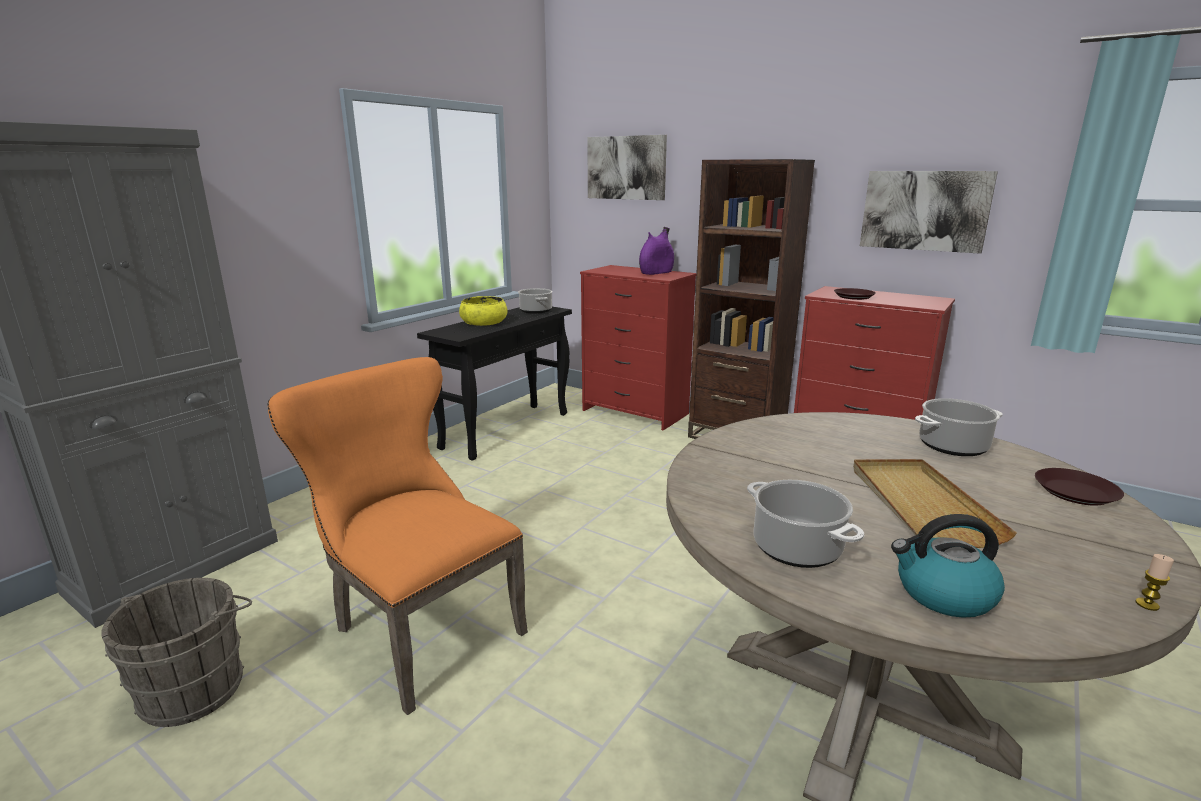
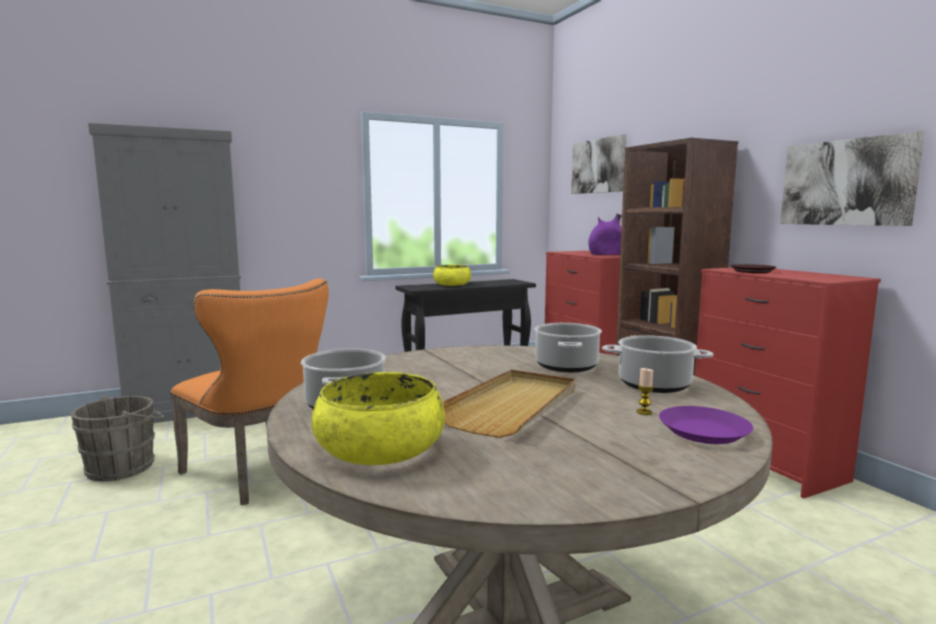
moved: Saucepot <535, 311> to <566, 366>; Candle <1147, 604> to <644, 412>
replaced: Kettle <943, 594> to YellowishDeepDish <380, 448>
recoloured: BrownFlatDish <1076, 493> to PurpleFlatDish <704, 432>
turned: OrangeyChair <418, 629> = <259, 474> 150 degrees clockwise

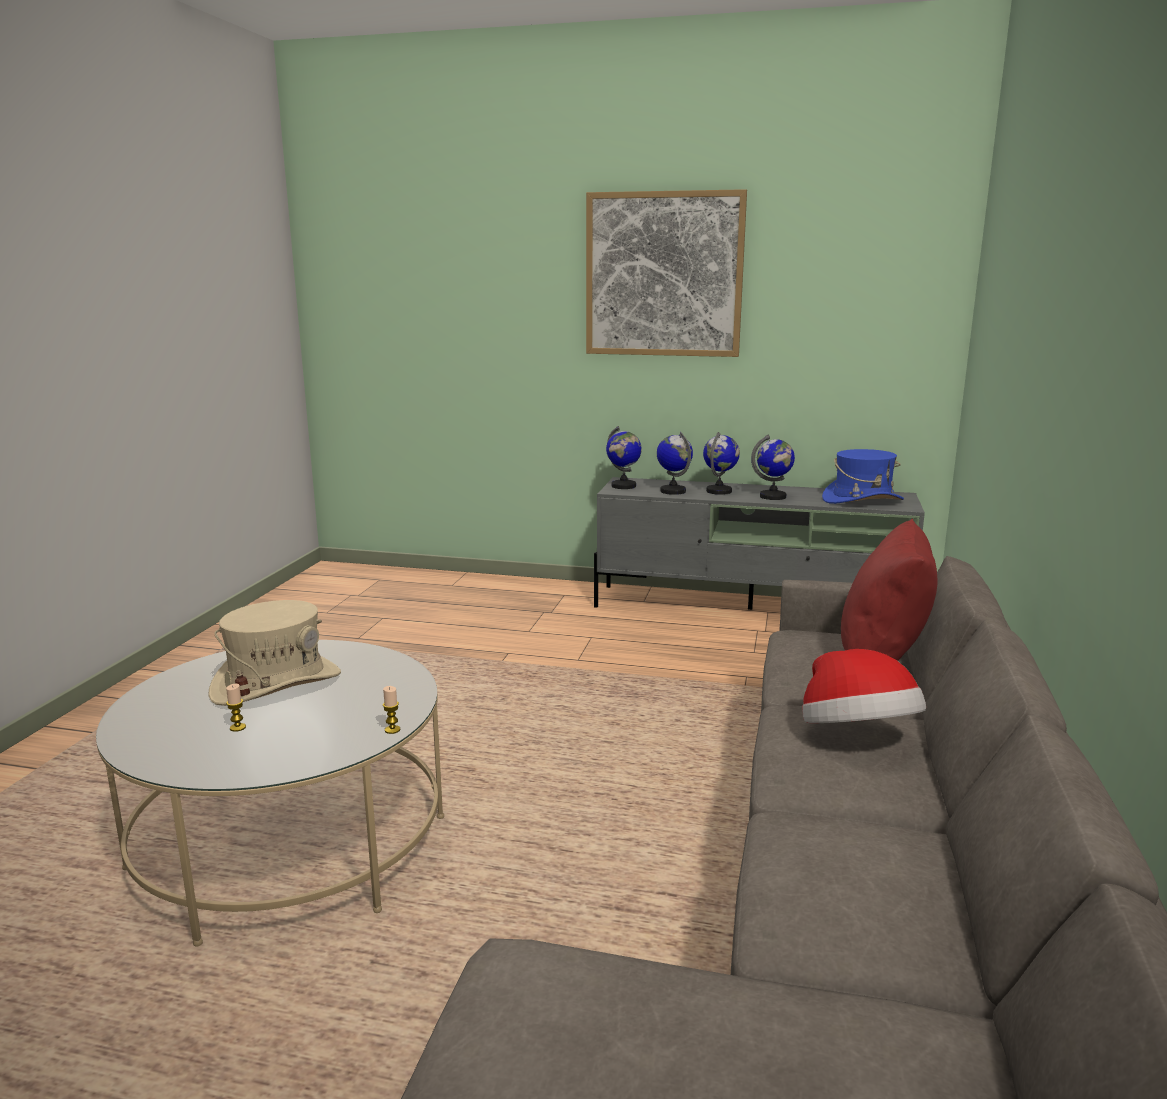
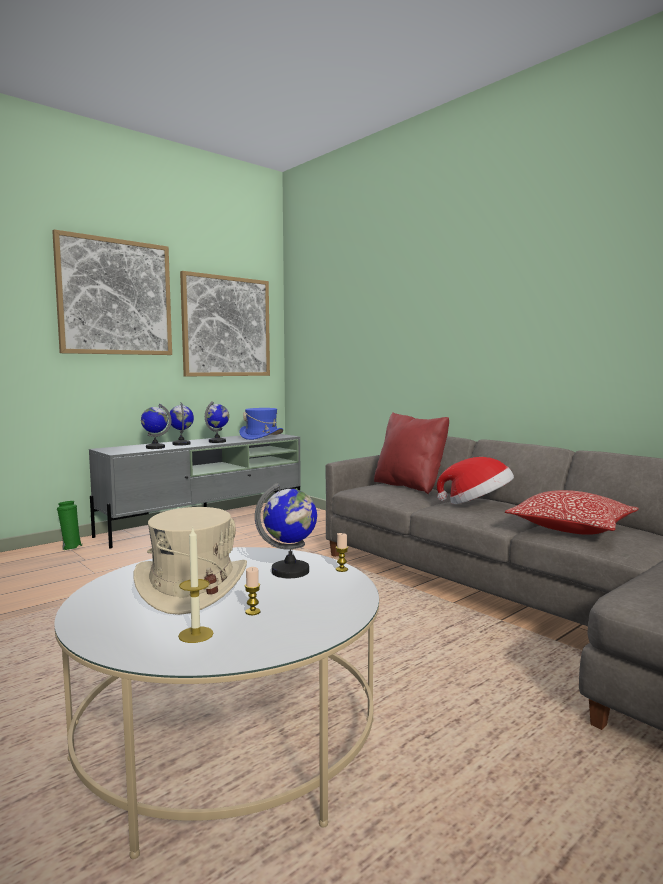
added: GreenFlowerVase <70, 547>; Candle <196, 634>; WallPicture <226, 326>; Pillow <571, 528>
moved: DeskGlobe <623, 486> to <290, 571>

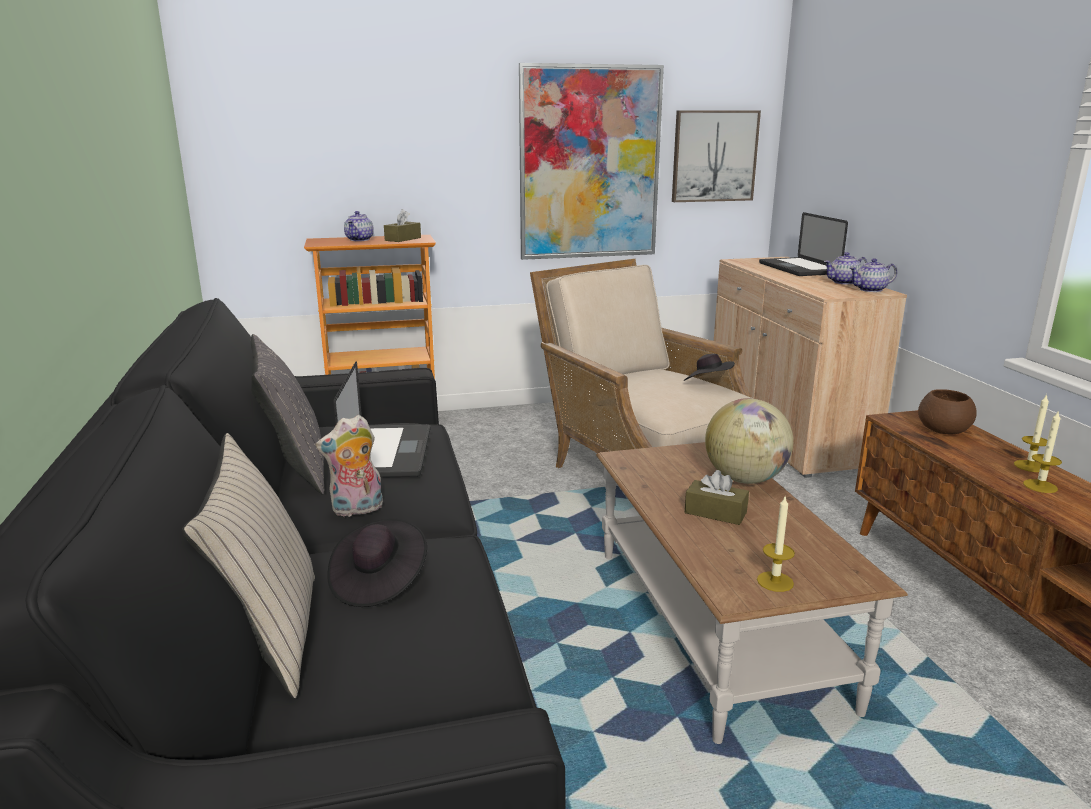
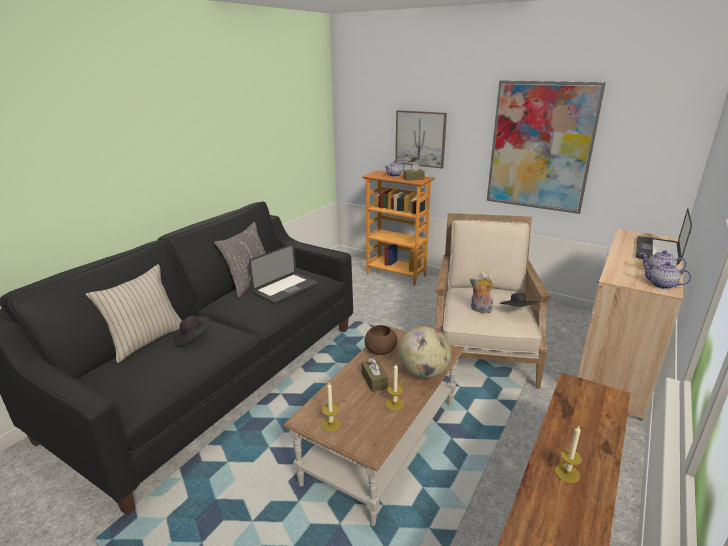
moved: CuddlyToy <356, 510> to <480, 310>; WallPicture <714, 156> to <420, 138>; BrownDeepDish <943, 431> to <380, 350>; Candle <1029, 466> to <394, 404>

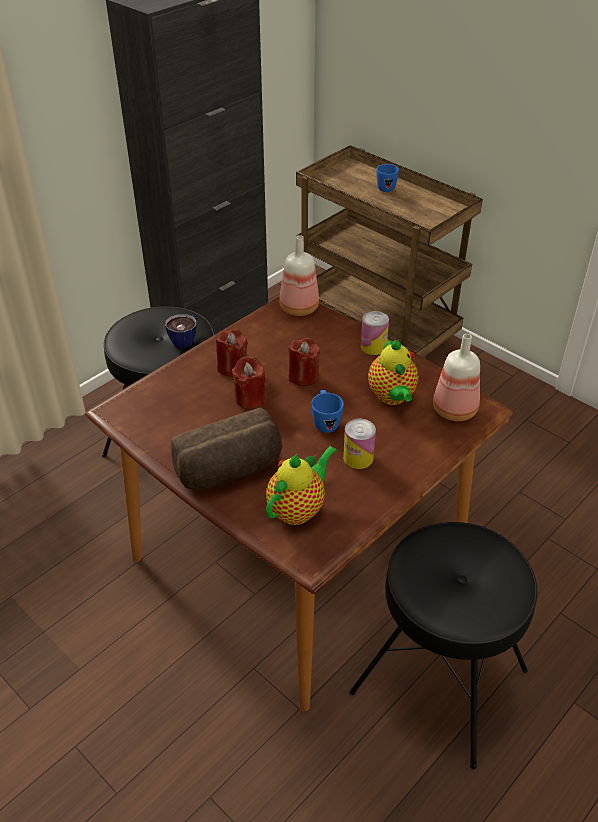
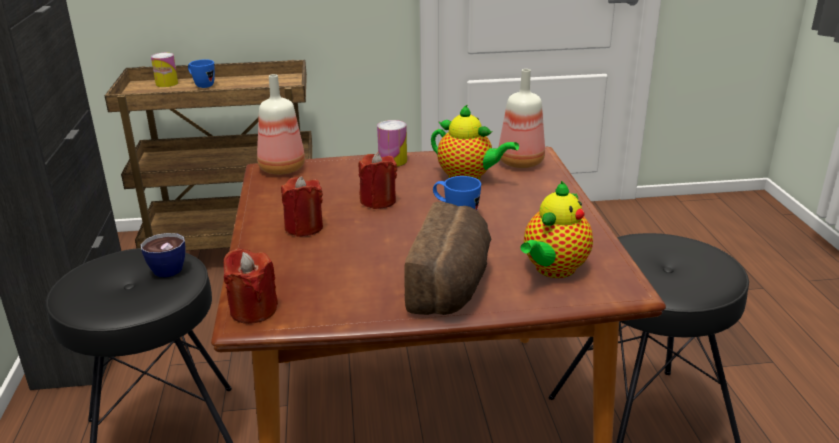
moved: RedColouredCandle <250, 398> to <253, 310>; MetalCan <358, 458> to <167, 83>
turned: TeaPot <298, 509> = <553, 269> 135 degrees counterclockwise

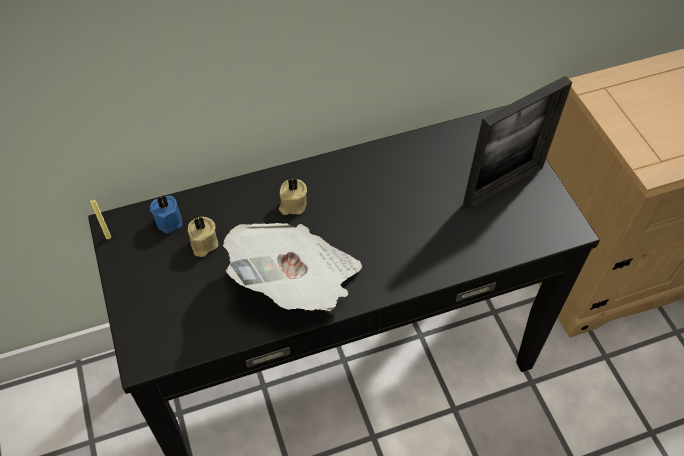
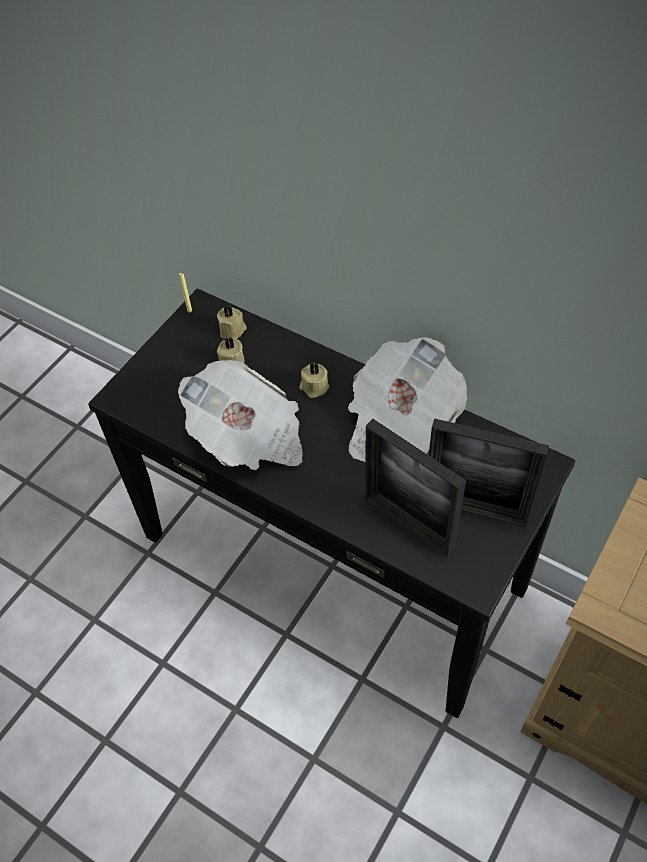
added: Newspaper <399, 424>; StandingFrame <408, 524>
recoloured: BlueColouredCandle <170, 220> to BeigeColouredCandle <233, 330>

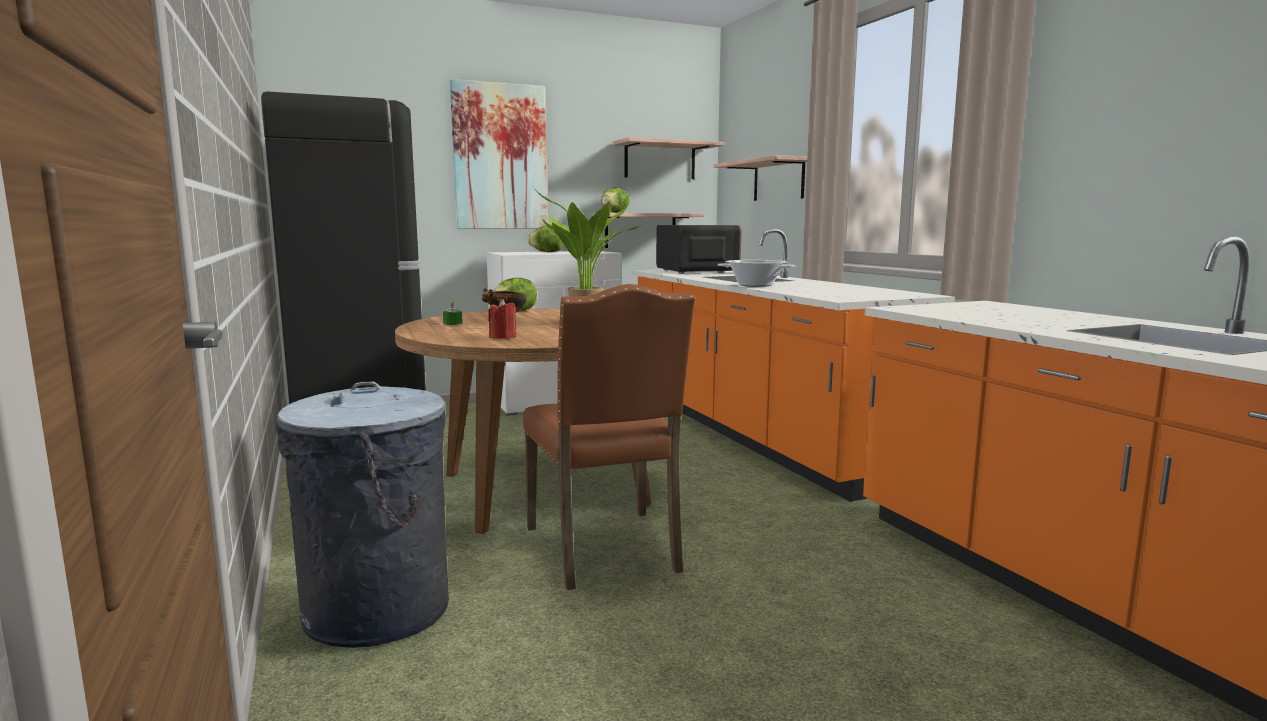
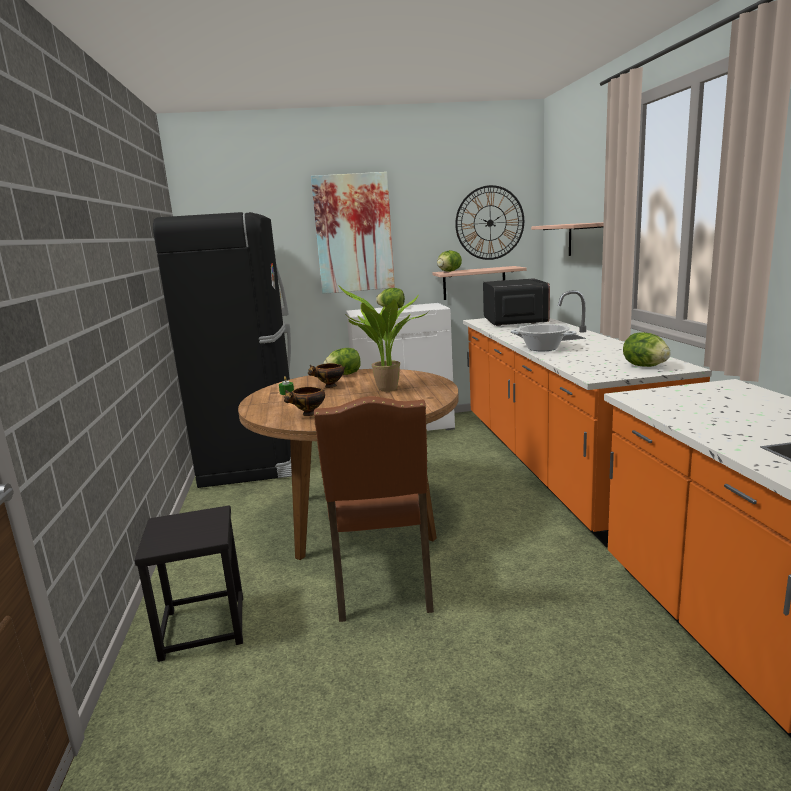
added: HeadOfLettuce <645, 366>
replaced: GrayTrashCan <376, 610> to BlackStool <202, 627>; RedColouredCandle <503, 337> to DeepDish <308, 414>; BracketShelf <660, 161> to WallClock <490, 223>

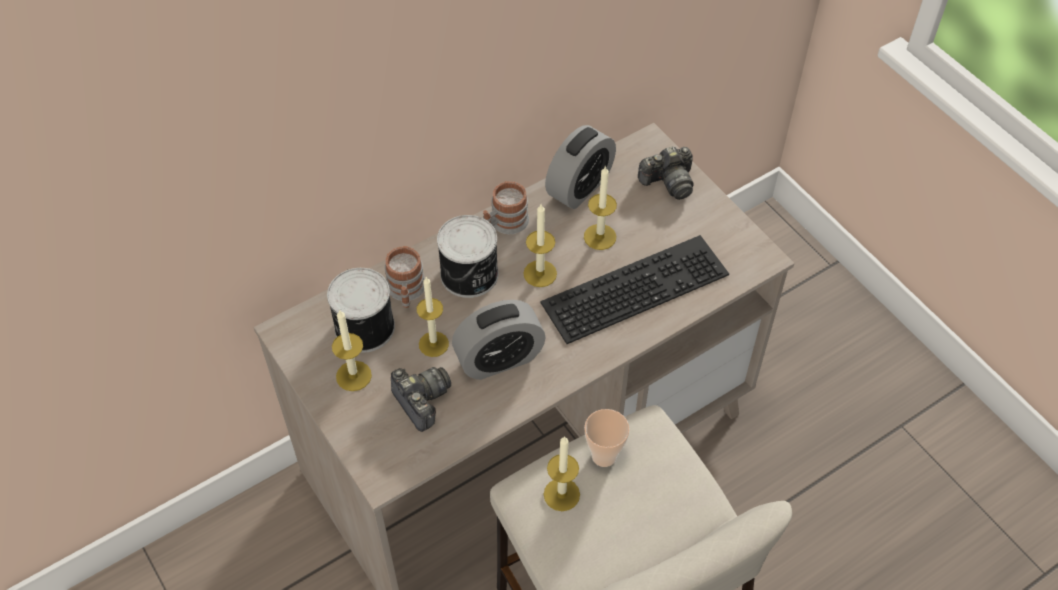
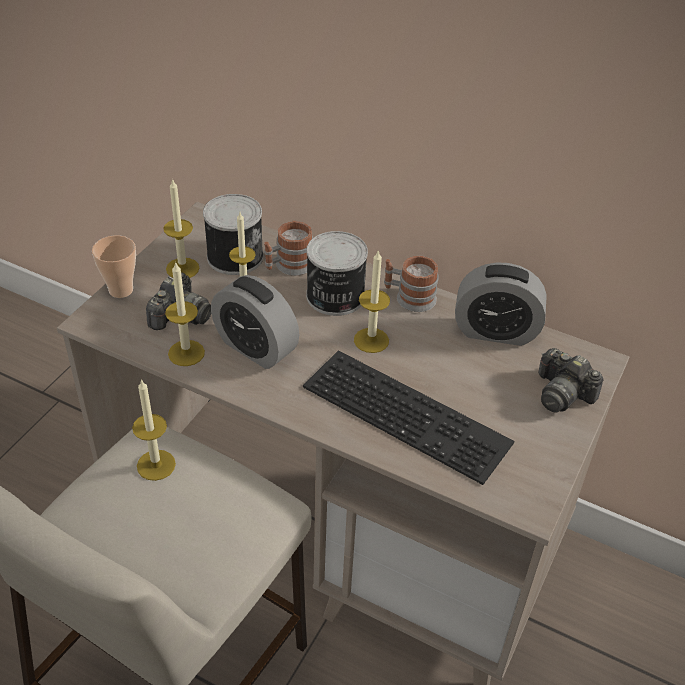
moved: Candle <600, 237> to <186, 353>; DrinkingCup <604, 456> to <121, 290>

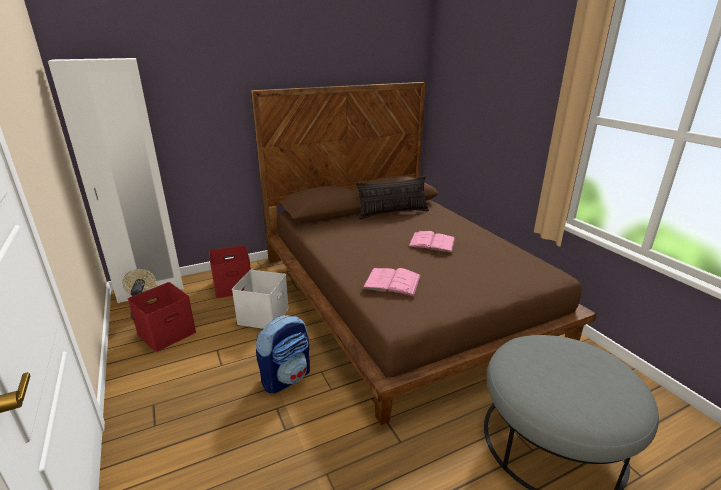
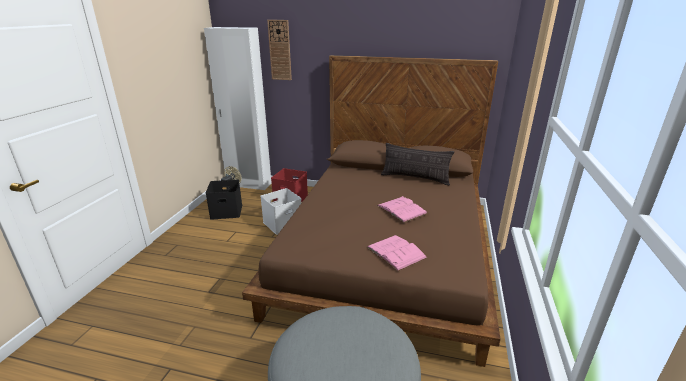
removed: Backpack <286, 377>
added: WallClock <280, 50>
moved: PinkColouredVolume <392, 282> to <396, 252>
recoloured: RedColouredStorageContainer <167, 332> to BlackStorageContainer <227, 211>

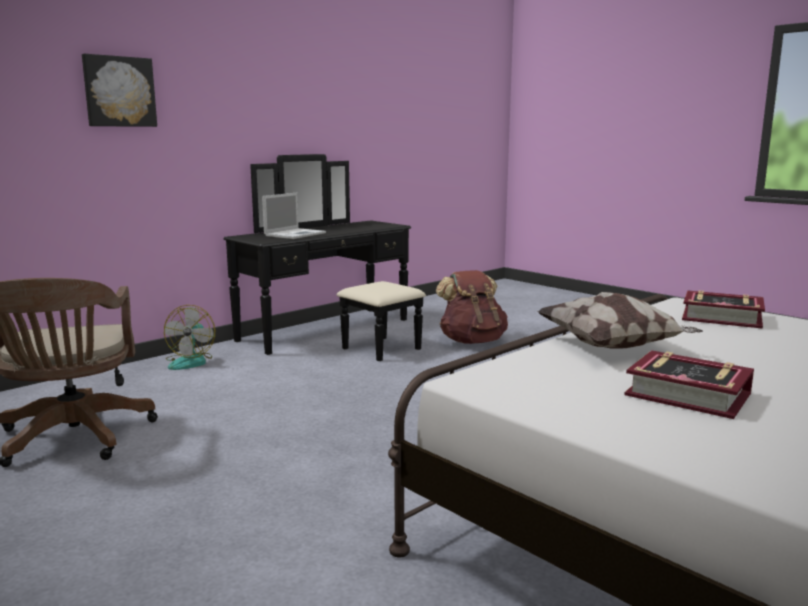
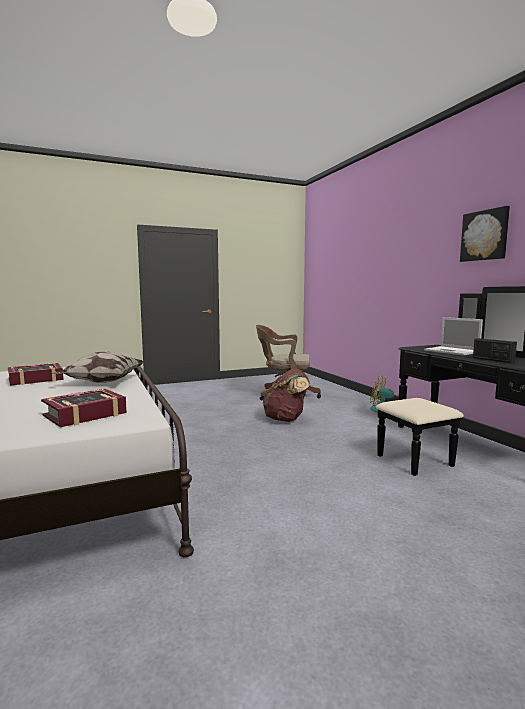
added: Radio <493, 360>
moved: WallPicture <119, 91> to <485, 235>; BrownBackpack <472, 341> to <286, 419>

